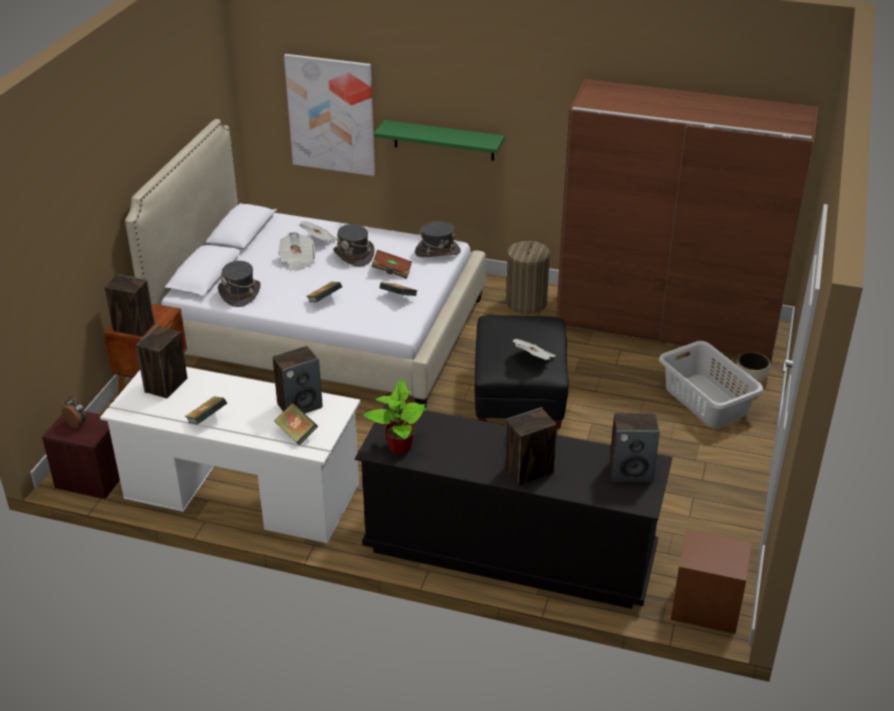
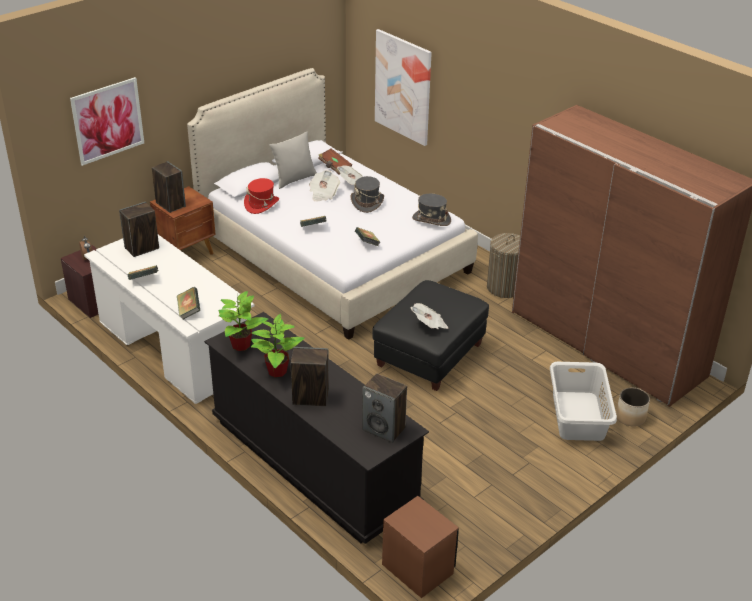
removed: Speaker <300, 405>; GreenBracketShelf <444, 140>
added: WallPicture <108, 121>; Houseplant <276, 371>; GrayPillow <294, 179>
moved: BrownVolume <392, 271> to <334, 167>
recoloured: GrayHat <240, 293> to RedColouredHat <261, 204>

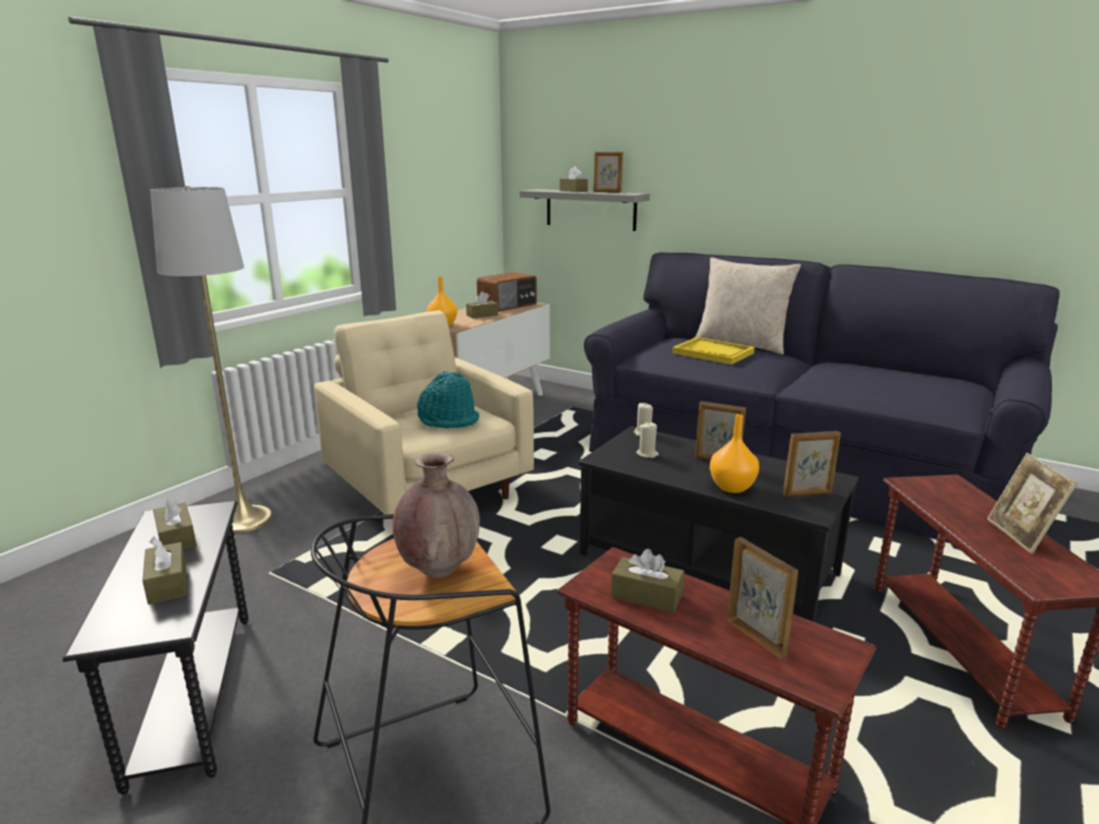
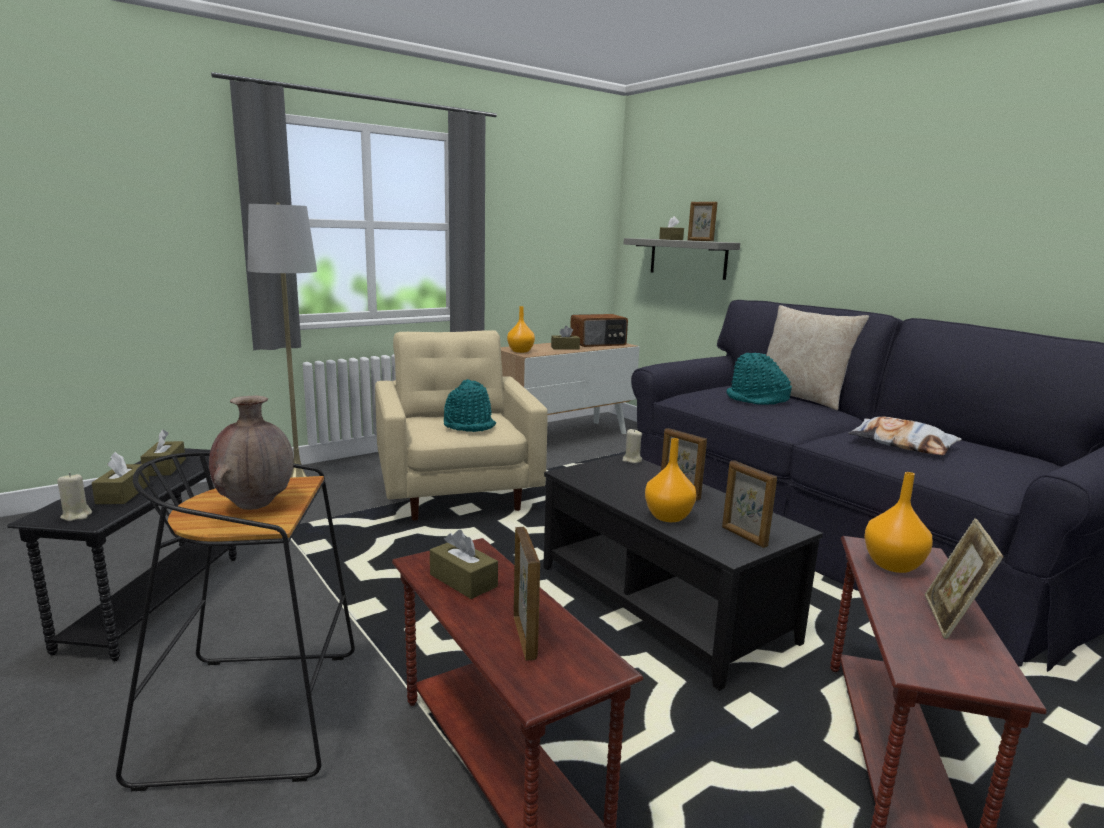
added: Pillow <901, 444>; OrangeyFlowerVase <891, 564>
moved: BeigeColouredCandle <647, 454> to <76, 515>
replaced: YellowishTray <713, 353> to TurquoiseColouredHat <757, 400>
turned: StandingFrame <807, 494> = <743, 537> 45 degrees clockwise

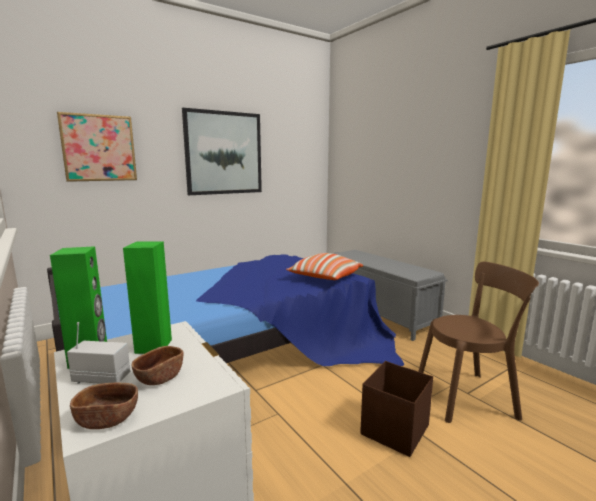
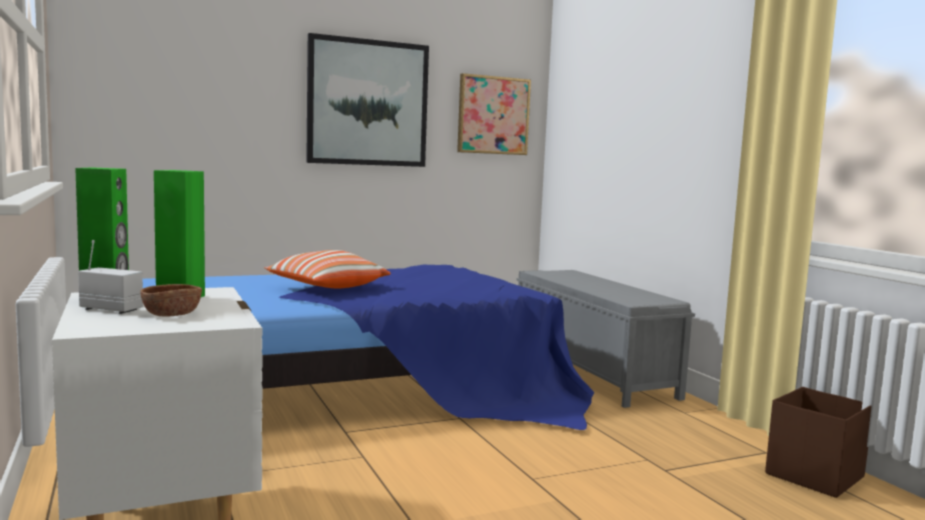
removed: BrownDeepDish <107, 419>; BrownChair <469, 396>
moved: WallPicture <99, 148> to <493, 115>; Pillow <325, 278> to <327, 288>; BrownStorageContainer <394, 430> to <813, 476>

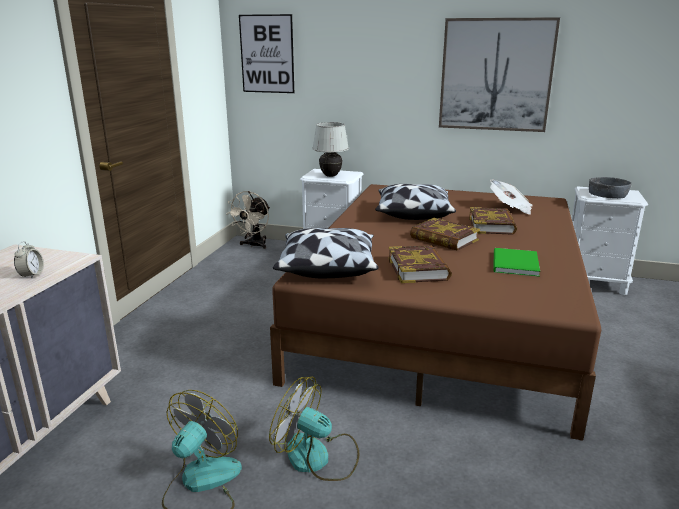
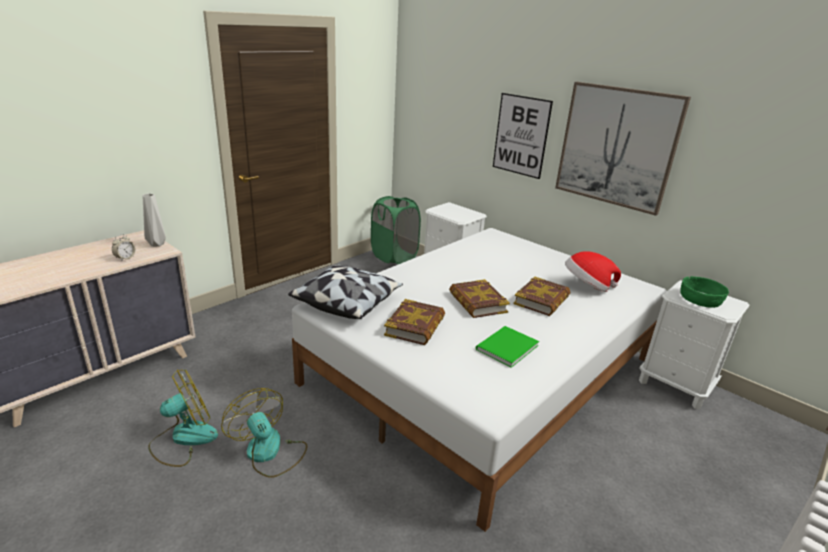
removed: WhiteColouredTabletopLamp <330, 176>; Pillow <413, 214>
added: GrayFlowerVase <157, 244>
moved: WallPicture <267, 54> to <521, 135>
replaced: BeigeColouredFan <254, 245> to GreenHamper <394, 256>; Newspaper <510, 209> to Hat <587, 287>
recoloured: BrownBedroomBed <442, 317> to WhiteColouredBedroomBed <483, 371>; GrayDeepDish <608, 195> to GreenDeepDish <701, 299>

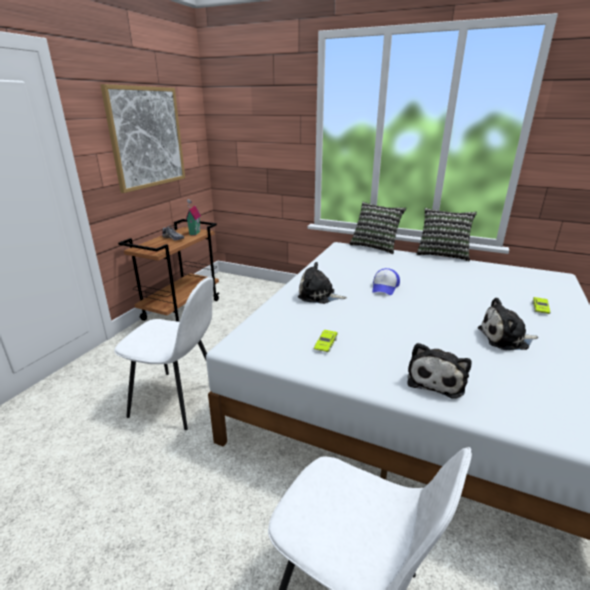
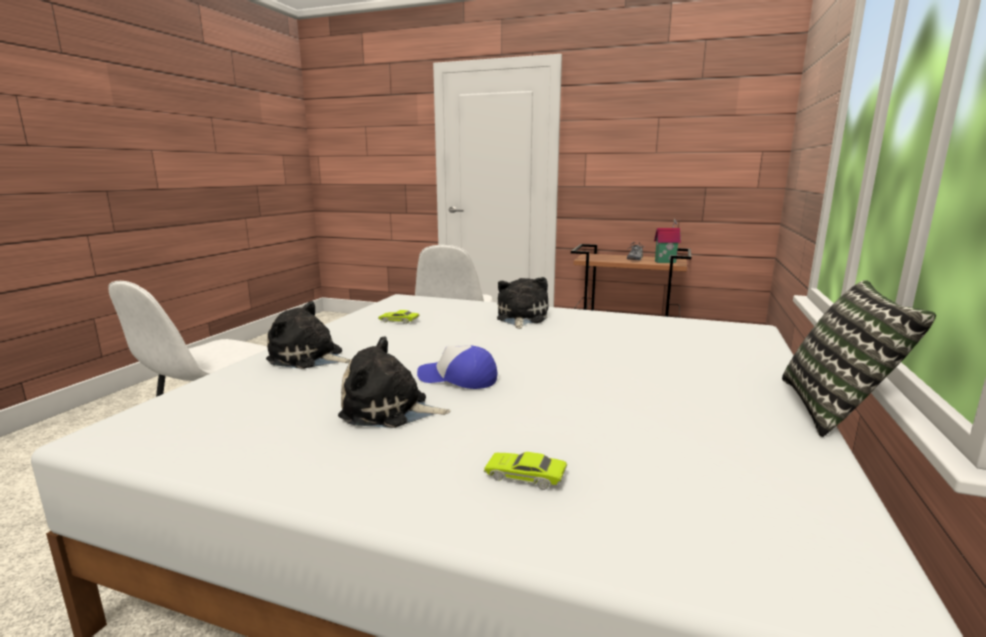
removed: WallPicture <147, 137>; Pillow <375, 246>
moved: BaseballCap <385, 287> to <458, 379>
turned: CuddlyToy <506, 338> = <389, 410> 75 degrees counterclockwise

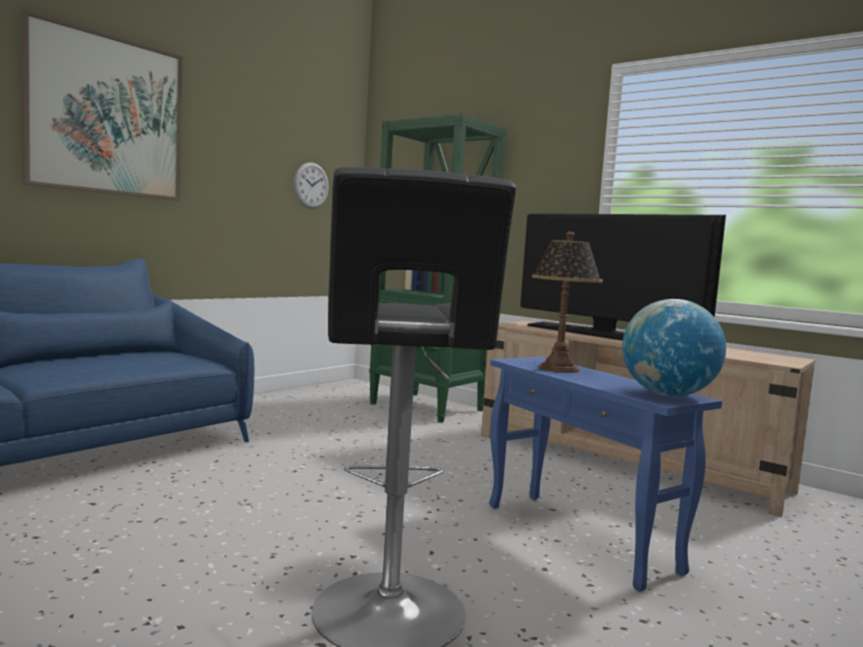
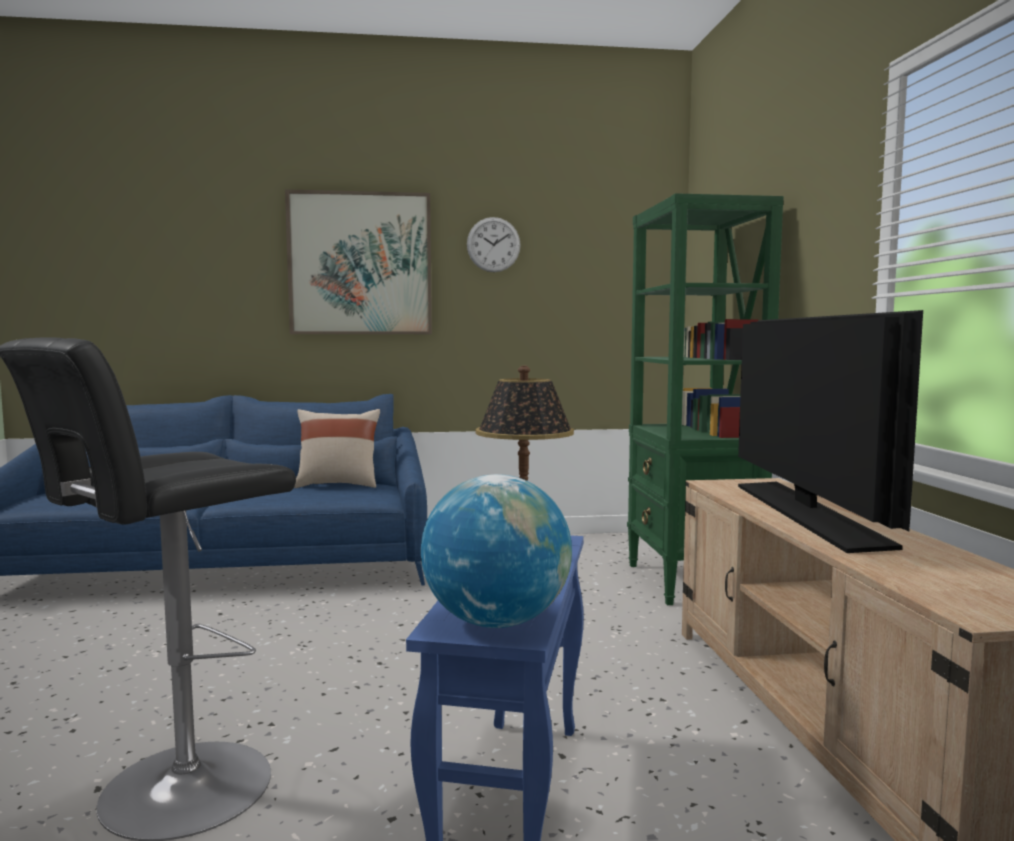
added: BeigeColouredPillow <338, 485>
moved: WallClock <311, 185> to <493, 244>

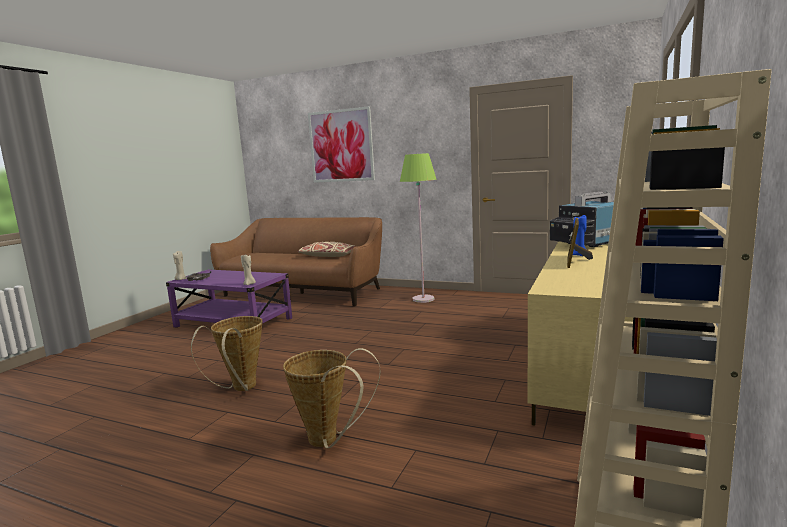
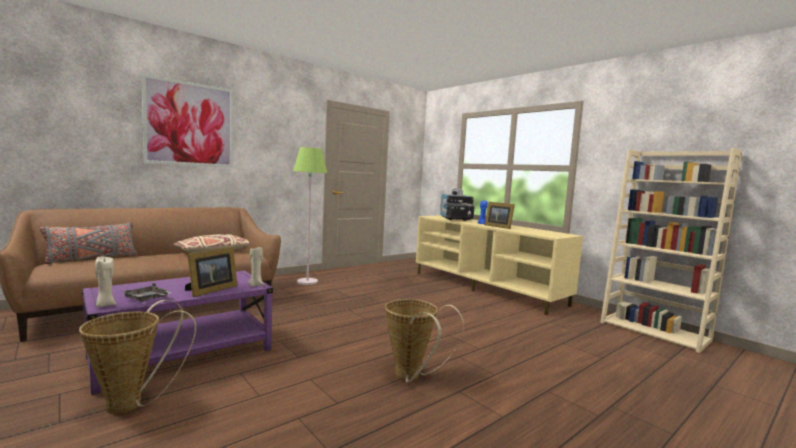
added: GrayPillow <92, 259>; StandingFrame <210, 290>
moved: StorageBasket <329, 441> to <133, 404>

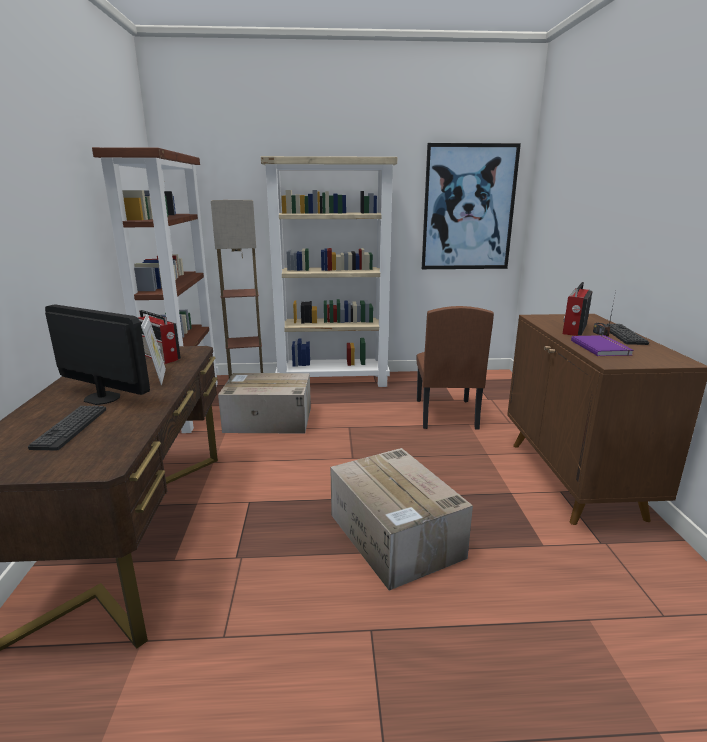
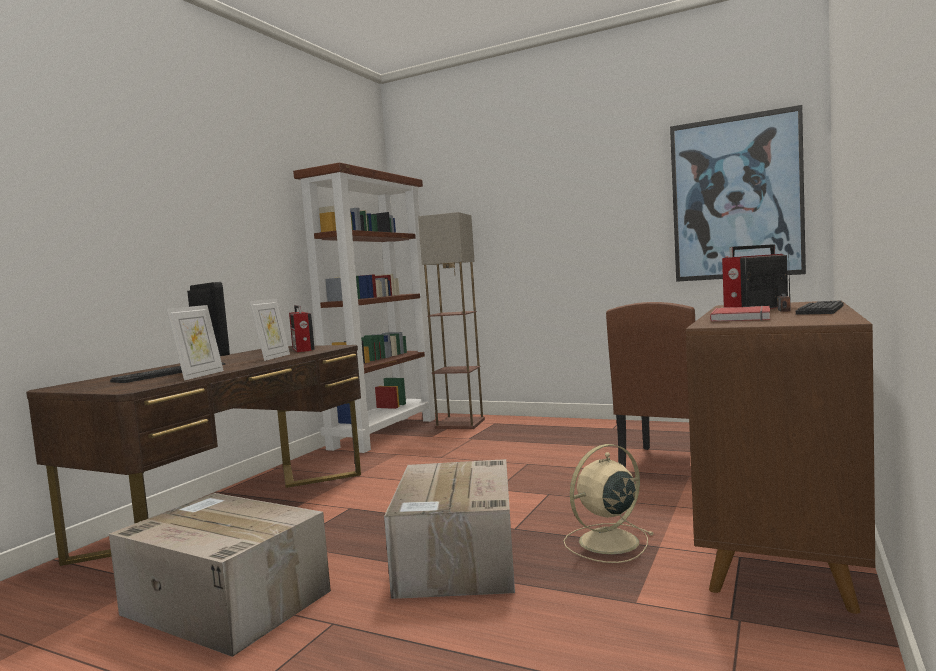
removed: BeigeColouredShelvingUnit <333, 381>
added: StandingFrame <200, 375>; BeigeColouredFan <606, 542>
moved: Carton <267, 420> to <224, 602>
recoloured: PurpleVolume <602, 348> to RedColouredVolume <744, 317>

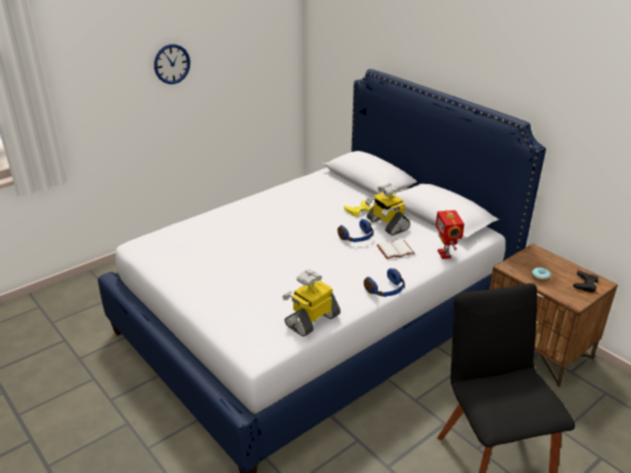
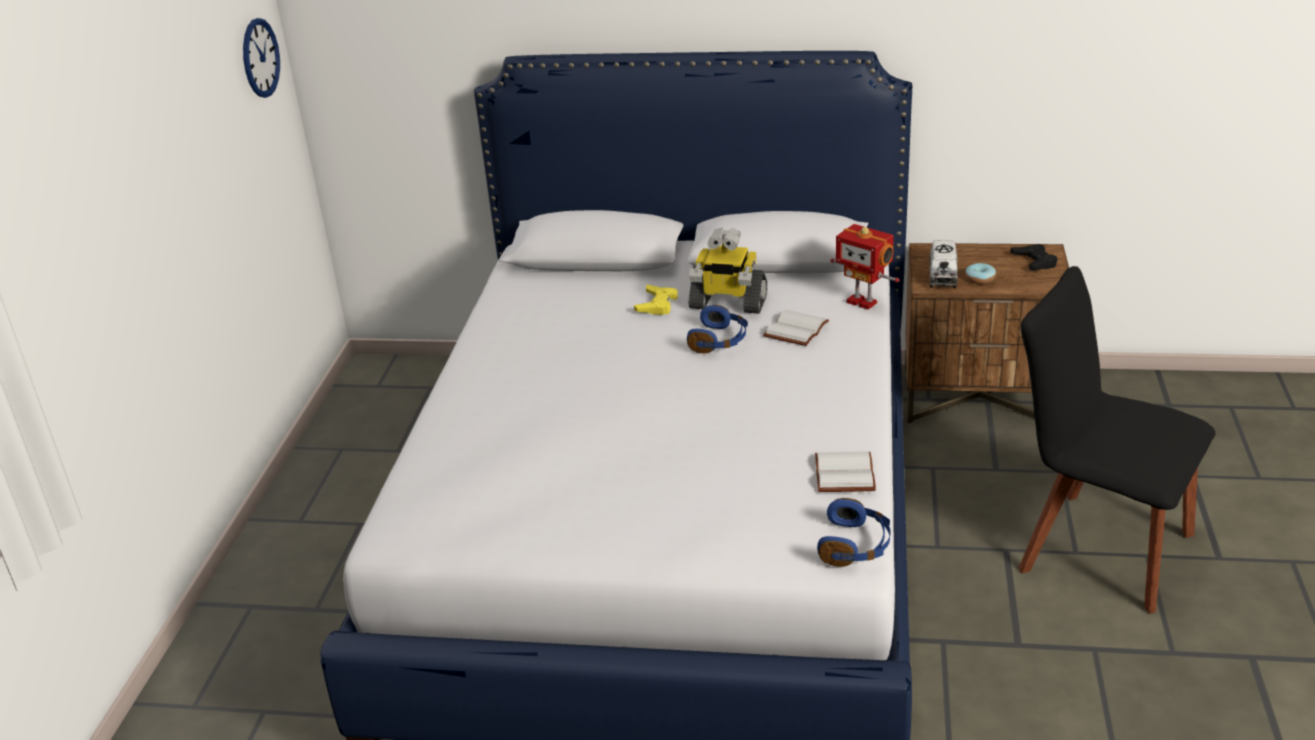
added: ModelTruck <942, 275>
moved: WallClock <172, 64> to <260, 58>; BlueColouredPairOfHeadphones <386, 290> to <855, 546>
replaced: RobotFigure <312, 320> to WhiteColouredVolume <846, 474>

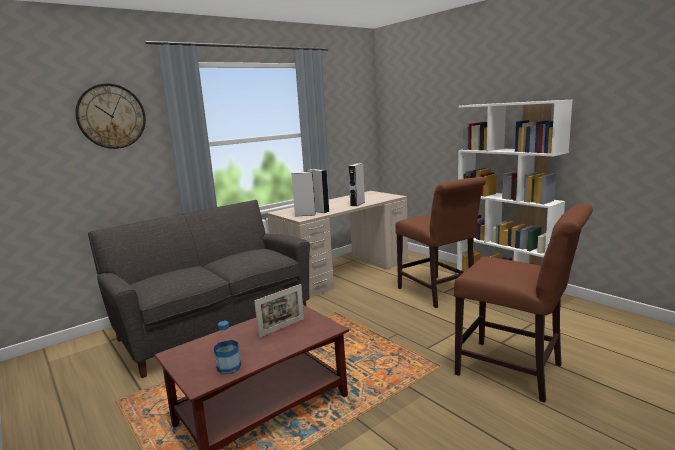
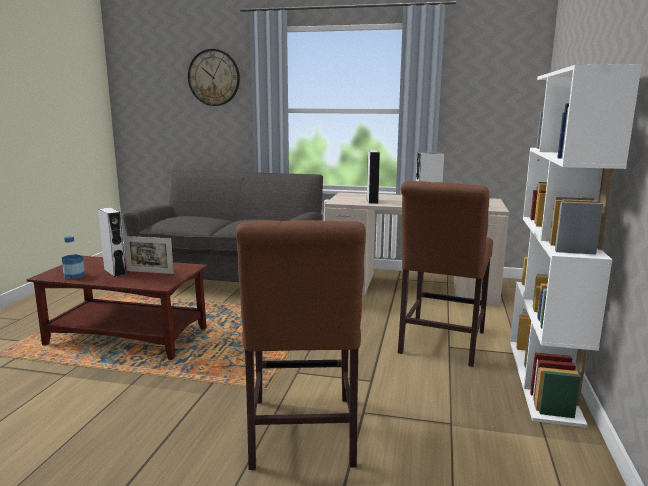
moved: GraySpeaker <305, 215> to <115, 272>

